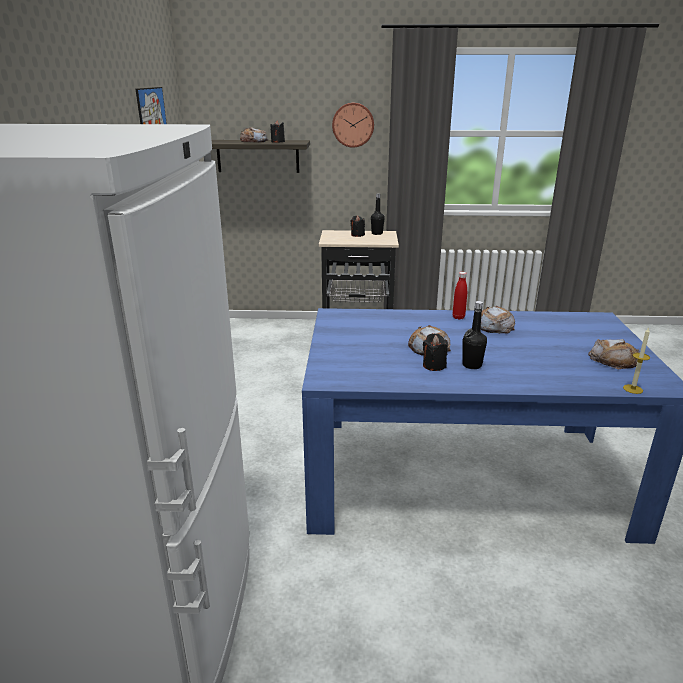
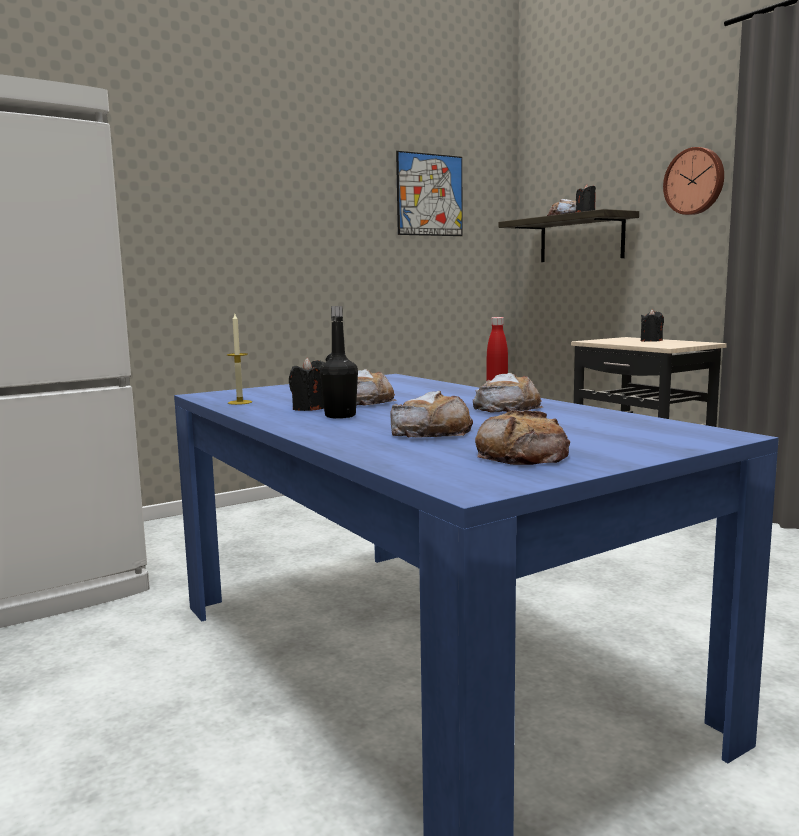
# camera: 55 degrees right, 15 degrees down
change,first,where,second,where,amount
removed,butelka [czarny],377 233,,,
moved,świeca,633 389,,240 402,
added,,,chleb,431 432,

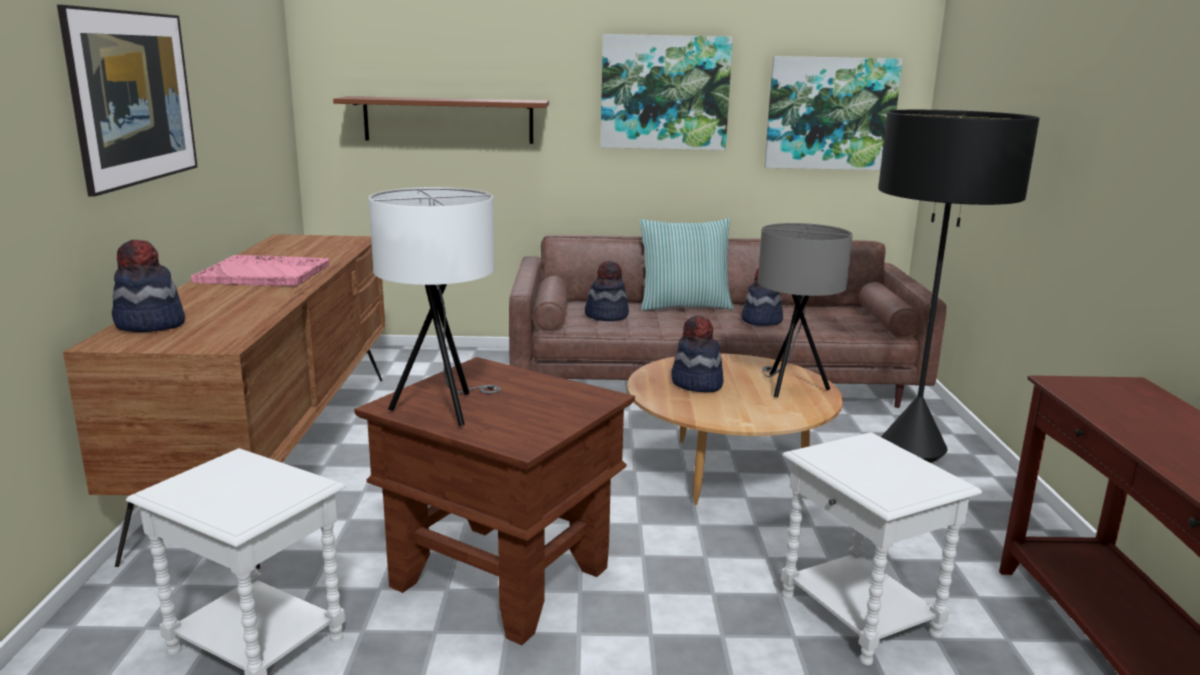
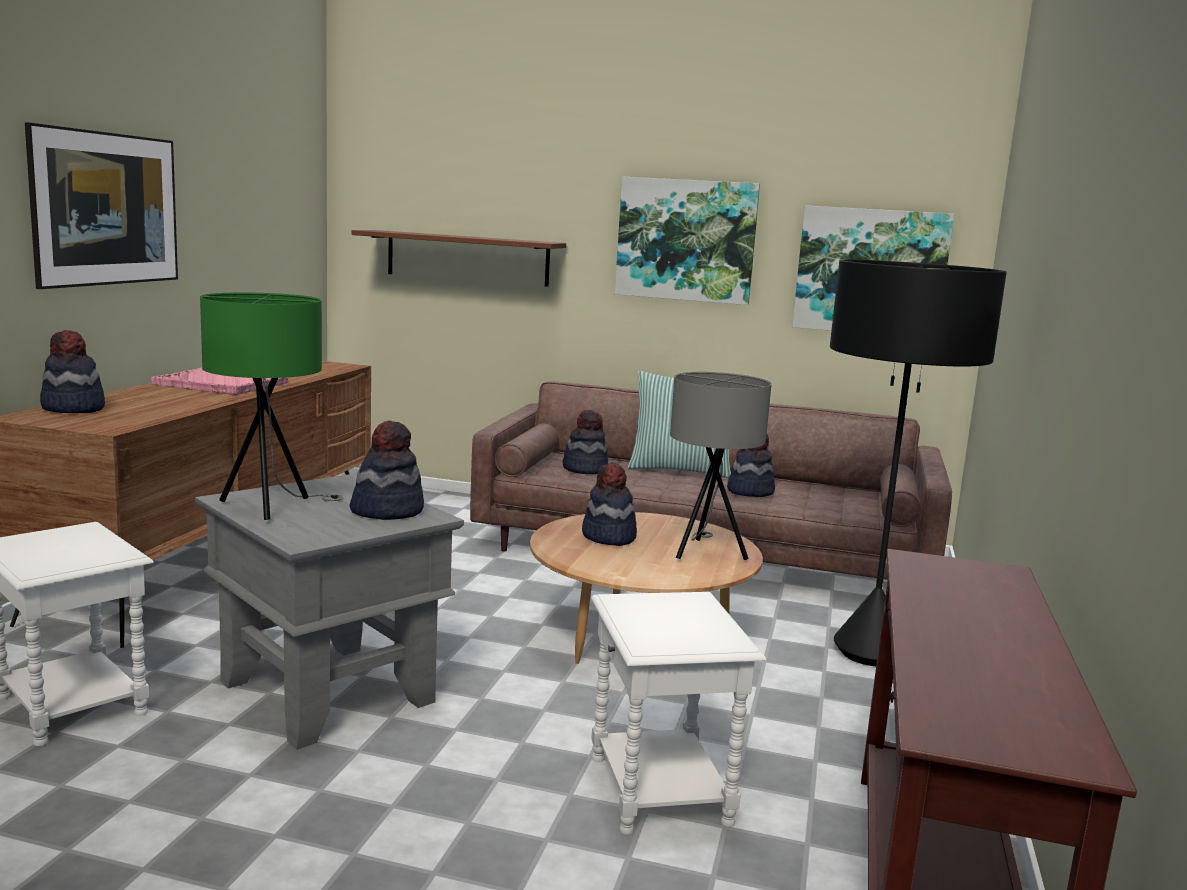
# camera: 15 degrees right, 5 degrees down
change,first,where,second,where,amount
recoloured,lampa stołowa [biały],444 409,lampa stołowa [zielony],270 507,
recoloured,stolik [brązowy],500 576,stolik [szary],328 691,
added,,,kapelusz,387 510,

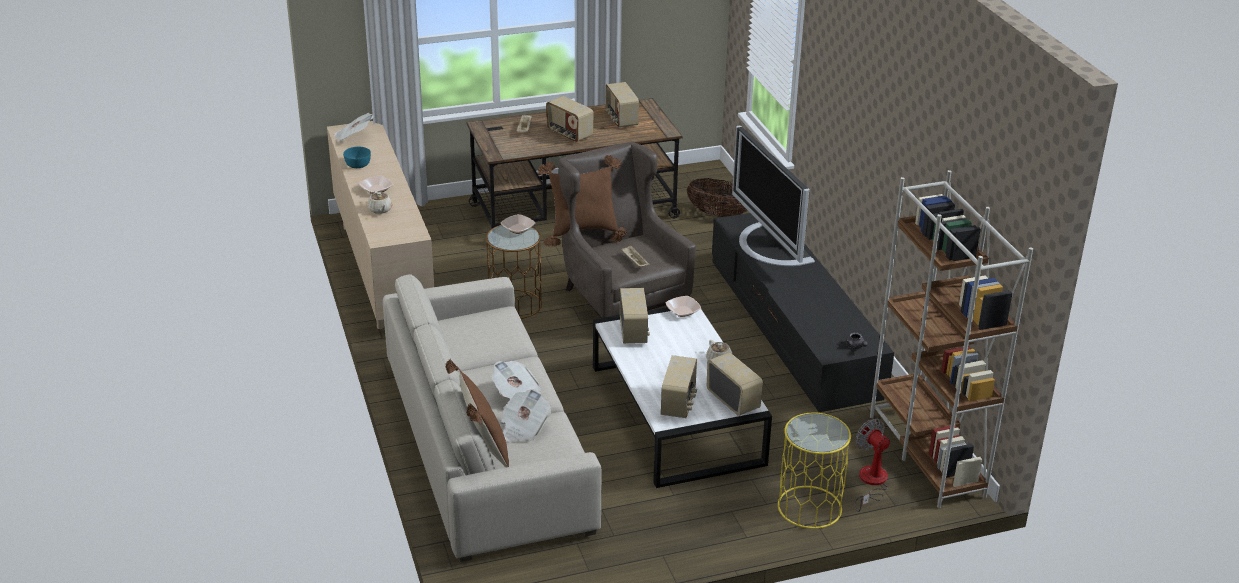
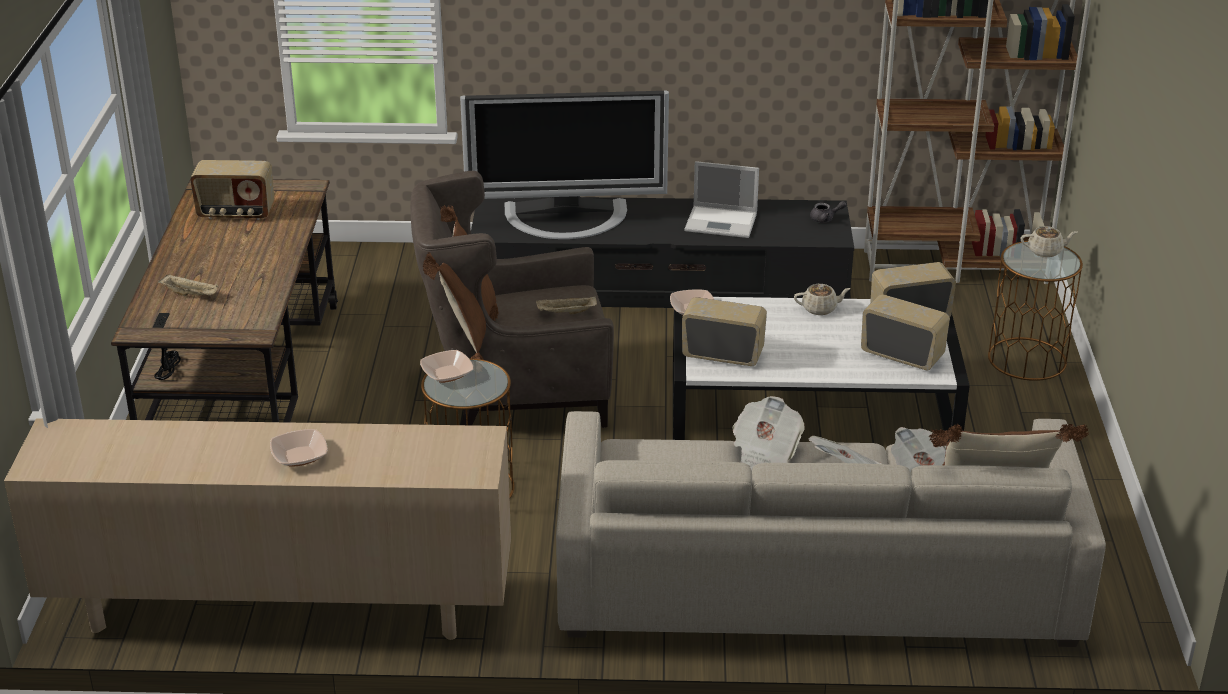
# camera: 70 degrees left, 0 degrees up
change,first,where,second,where,amount
removed,radio,569 134,,,
moved,gazeta,353 137,,765 452,
removed,miska [turkusowy],357 164,,,
removed,koszyk,718 214,,,
moved,imbryk [beżowy],380 210,,1046 251,
recoloured,stolik [żółty],809 507,stolik [brązowy],1027 359,
removed,wentylator,871 483,,,
added,,,laptop,722 222,

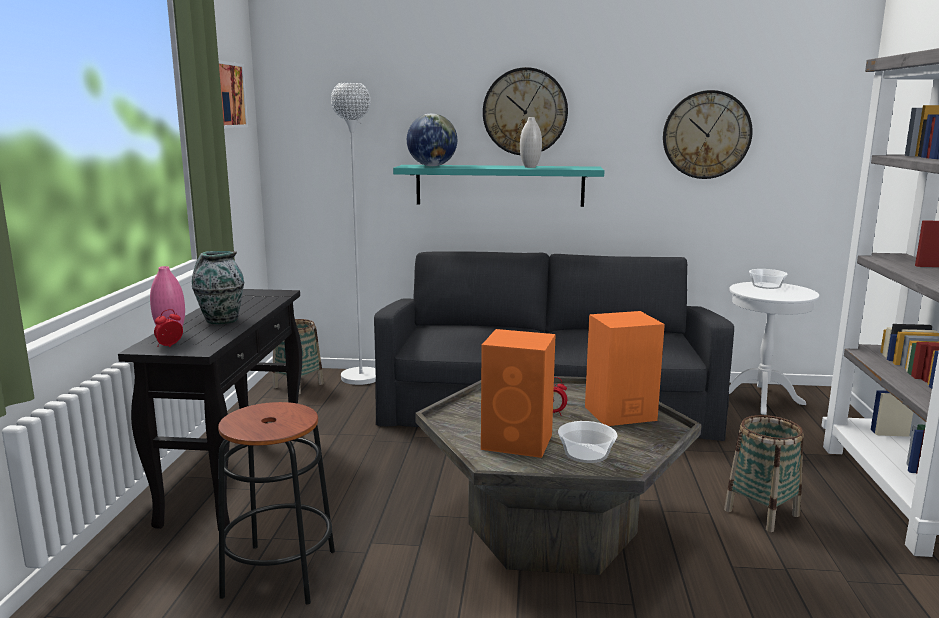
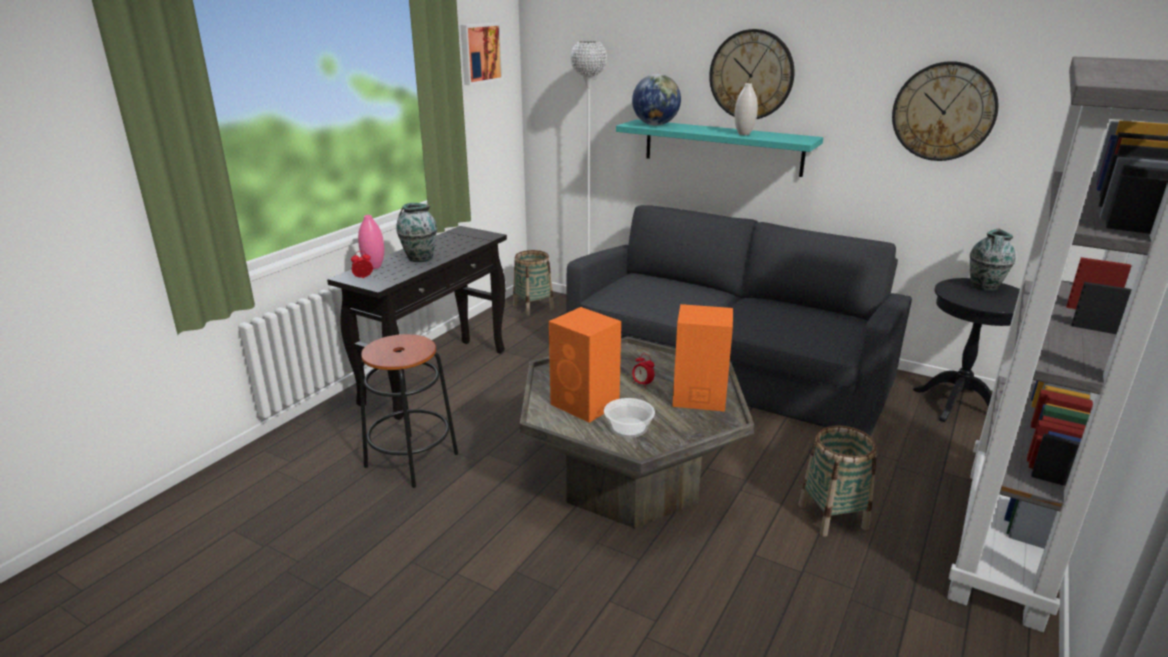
# camera: 25 degrees right, 10 degrees up
change,first,where,second,where,amount
replaced,miska,766 286,wazon,984 286,
recoloured,stolik [biały],761 399,stolik [czarny],957 404,

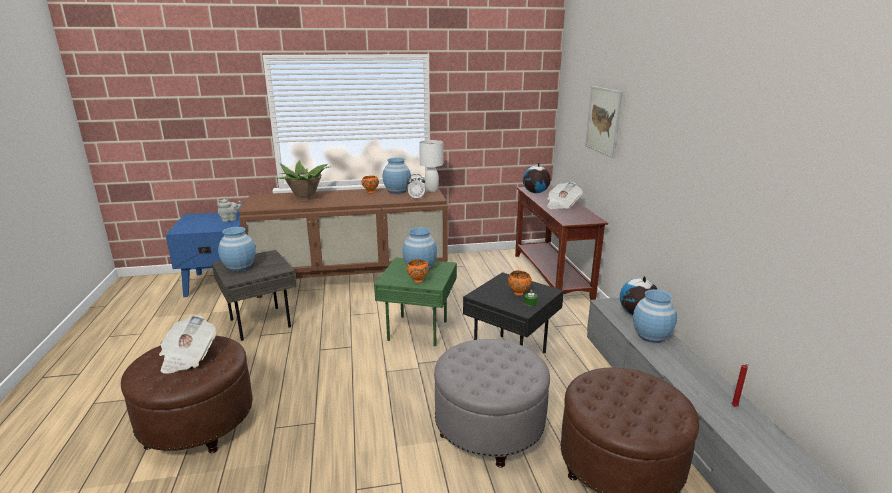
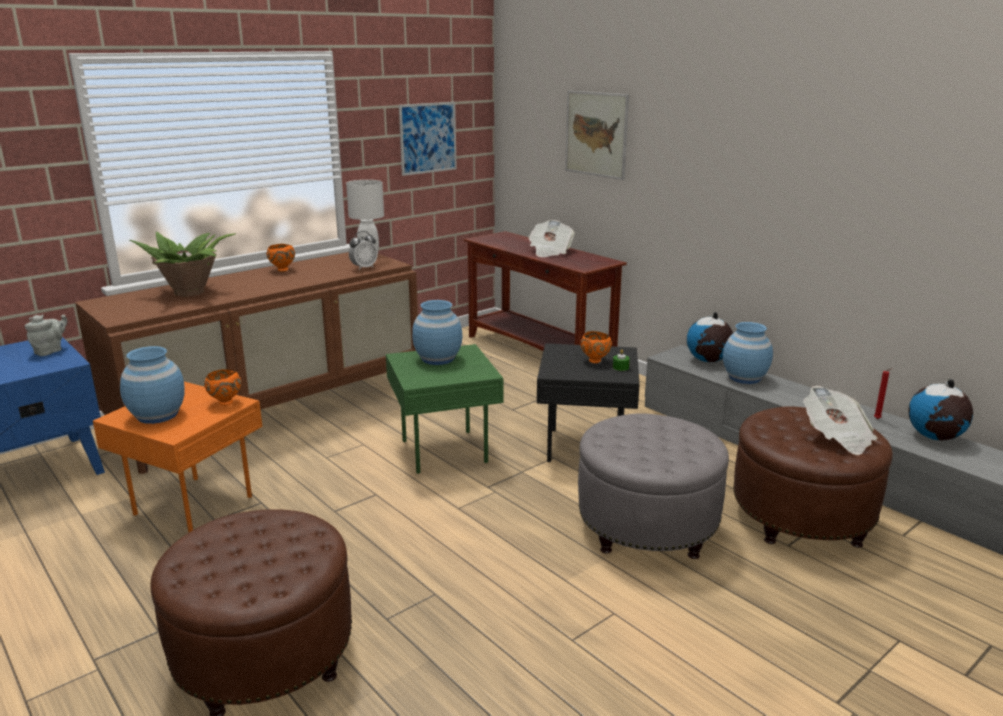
# camera: 30 degrees left, 0 degrees up
change,first,where,second,where,amount
removed,wazon [niebieski],397 191,,,
moved,globus,535 192,,935 437,
recoloured,stolik [szary],261 322,stolik [pomarańczowy],194 503,
moved,miska [pomarańczowy],417 281,,225 403,
moved,gazeta,188 357,,837 438,
added,,,obraz,428 138,

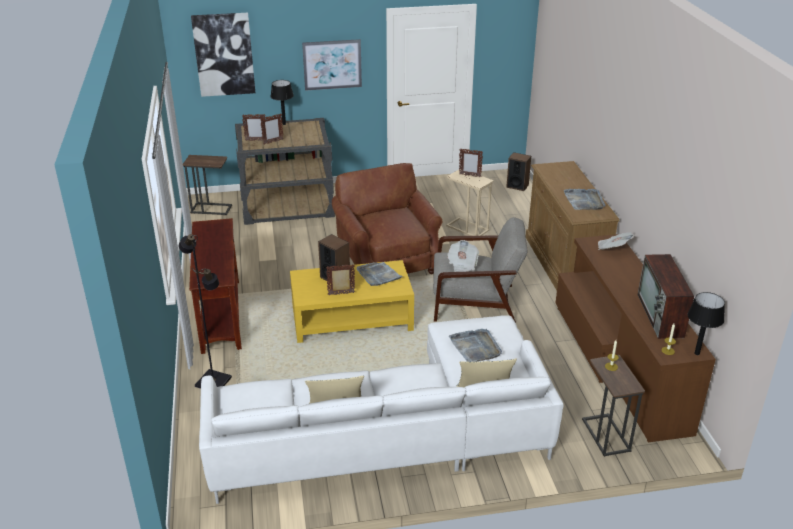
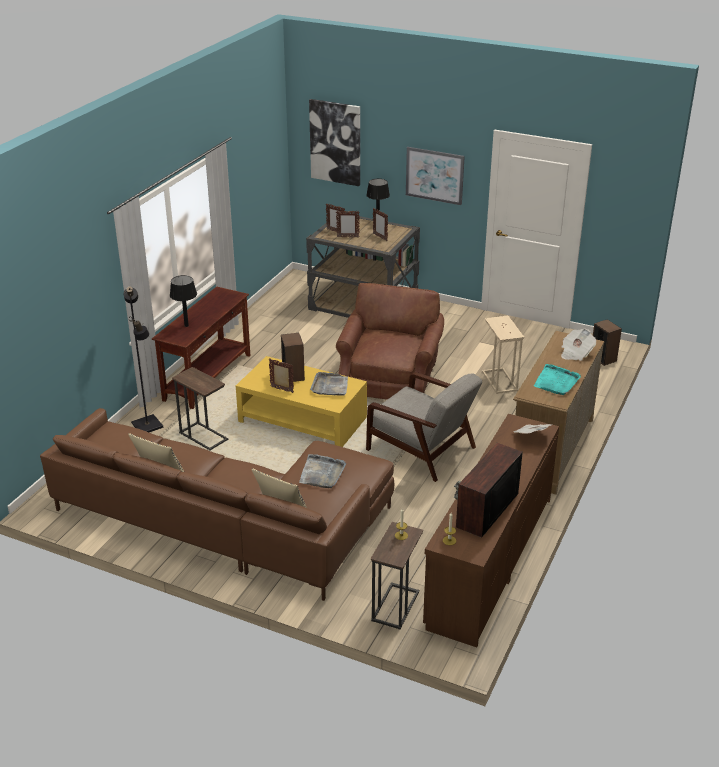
# camera: 35 degrees right, 0 degrees up
change,first,where,second,where,amount
moved,ramka na zdjęcie,469 175,,380 237,
moved,stolik [brązowy],211 209,,203 436,
recoloured,taca [szary],584 201,taca [turkusowy],556 382,
moved,gazeta,462 265,,575 353,
moved,lampa stołowa [czarny],697 353,,186 326,
recoloured,kanapa [biały],395 434,kanapa [brązowy],228 523,

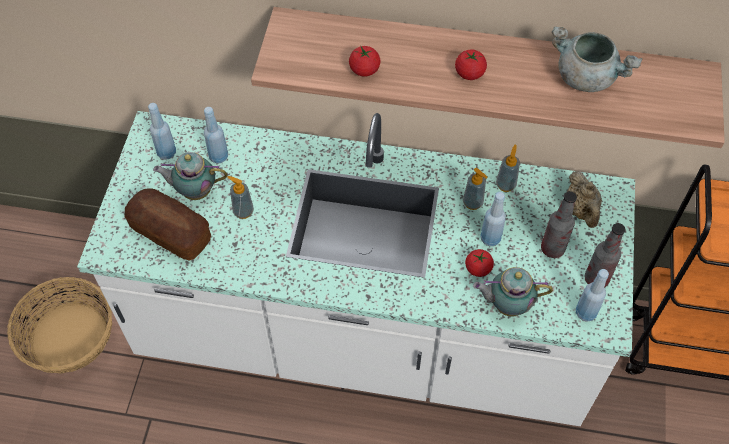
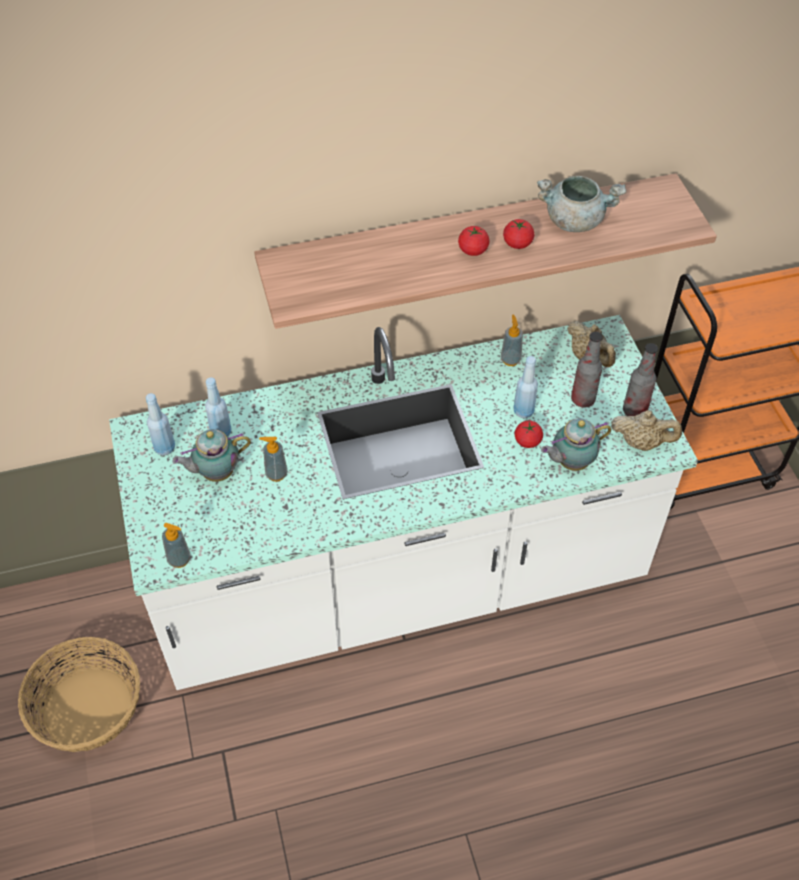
# camera: 25 degrees left, 5 degrees down
change,first,where,second,where,amount
moved,pomidor,364 70,,517 243,
moved,dozownik mydła,473 203,,179 559,
removed,chleb,170 233,,,
replaced,butelka [niebieski],586 313,imbryk [beżowy],642 442,

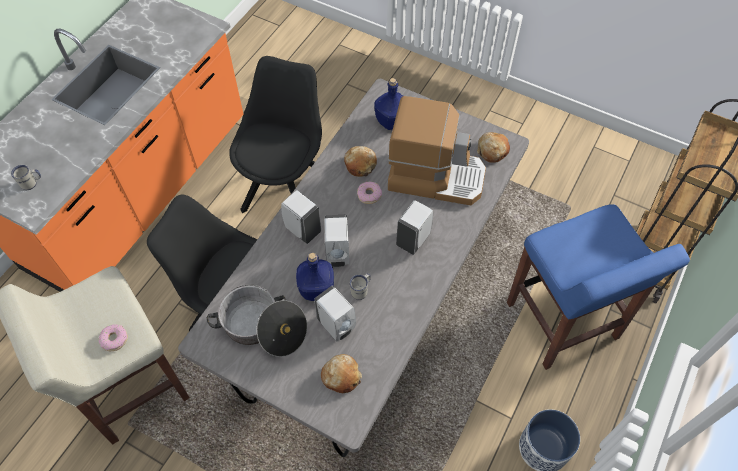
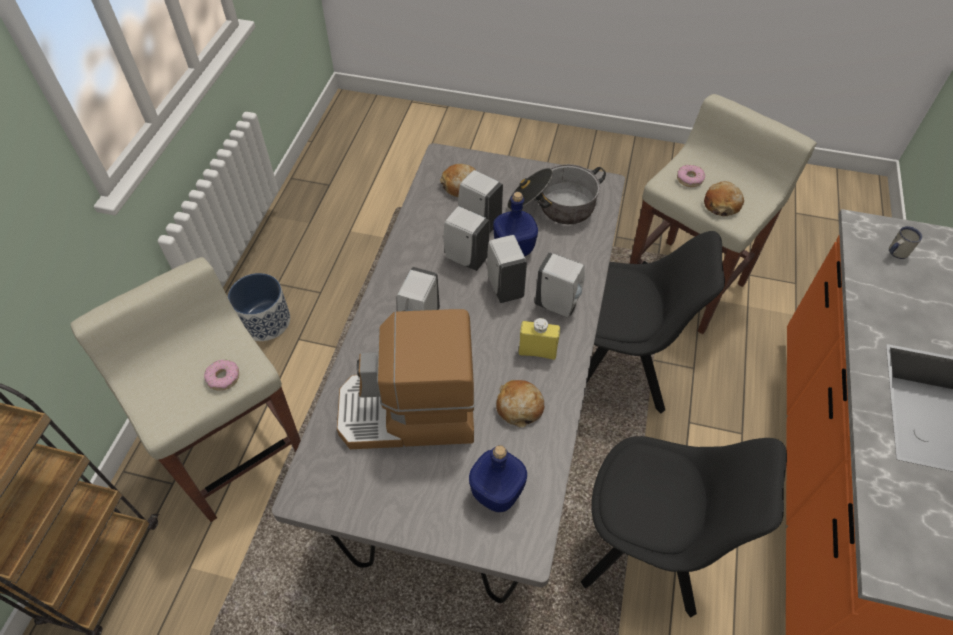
# camera: 165 degrees right, 5 degrees down
change,first,where,second,where,amount
turned,krzesło [czarny],286 191,,647 552,75 degrees counterclockwise
moved,chleb,492 150,,721 204,
moved,donut,369 195,,223 377,
recoloured,stołek [niebieski],562 322,stołek [beżowy],236 452,
replaced,kubek [biały],361 290,dozownik mydła [biały],465 258,
added,,,butelka [żółty],537 351,

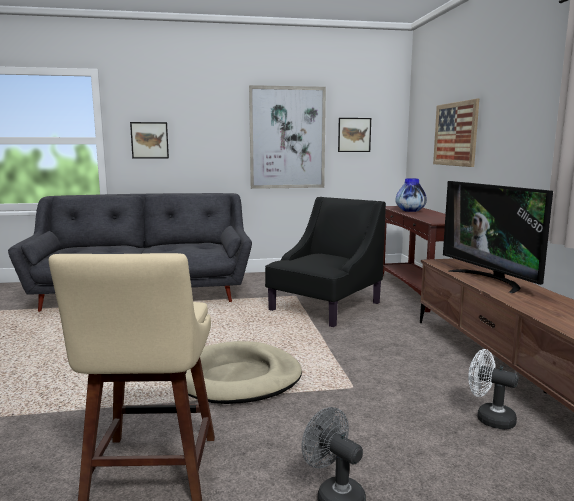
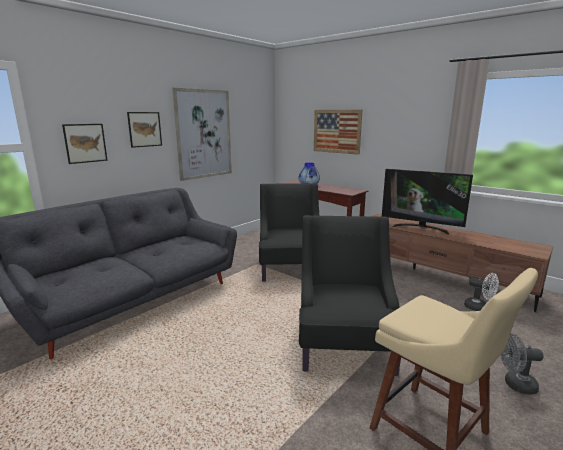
# camera: 40 degrees left, 5 degrees up
change,first,where,second,where,amount
moved,obraz,354 135,,144 129,
replaced,legowisko [beżowy],237 378,fotel [czarny],344 341,
turned,wentylator [biały],489 418,,479 308,135 degrees counterclockwise

